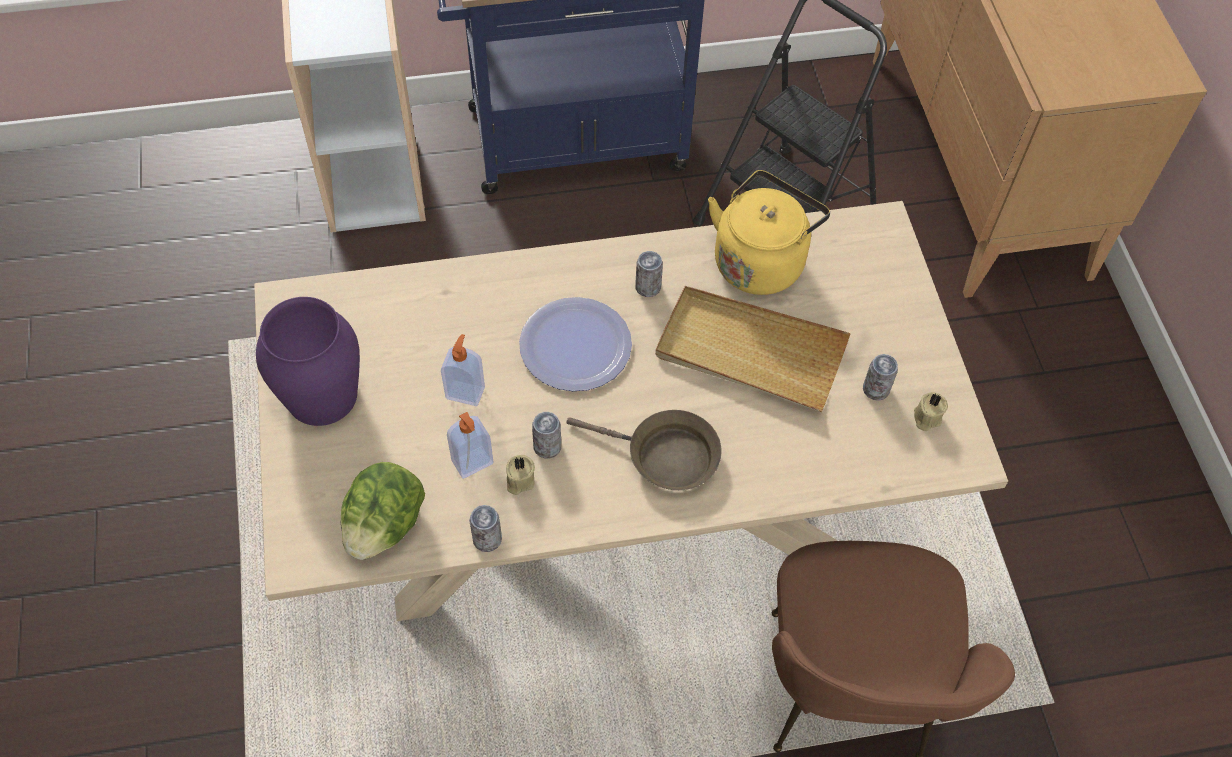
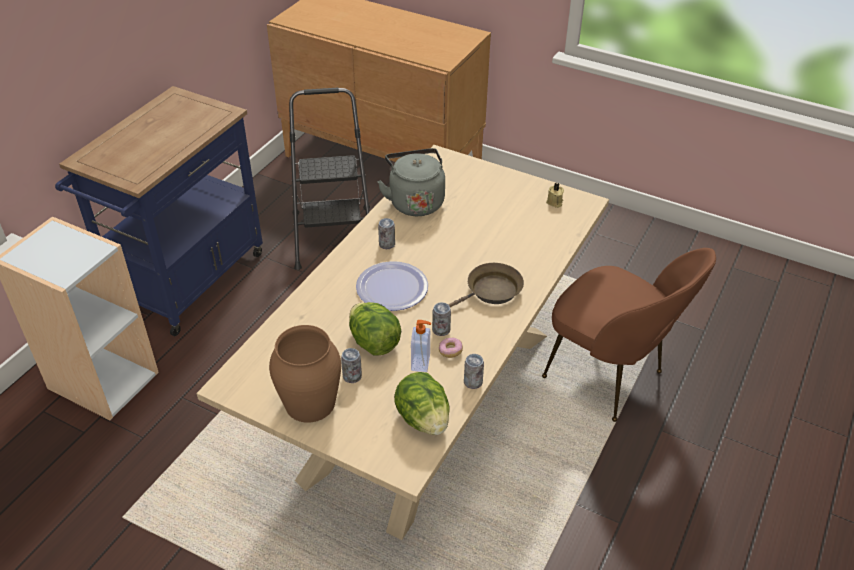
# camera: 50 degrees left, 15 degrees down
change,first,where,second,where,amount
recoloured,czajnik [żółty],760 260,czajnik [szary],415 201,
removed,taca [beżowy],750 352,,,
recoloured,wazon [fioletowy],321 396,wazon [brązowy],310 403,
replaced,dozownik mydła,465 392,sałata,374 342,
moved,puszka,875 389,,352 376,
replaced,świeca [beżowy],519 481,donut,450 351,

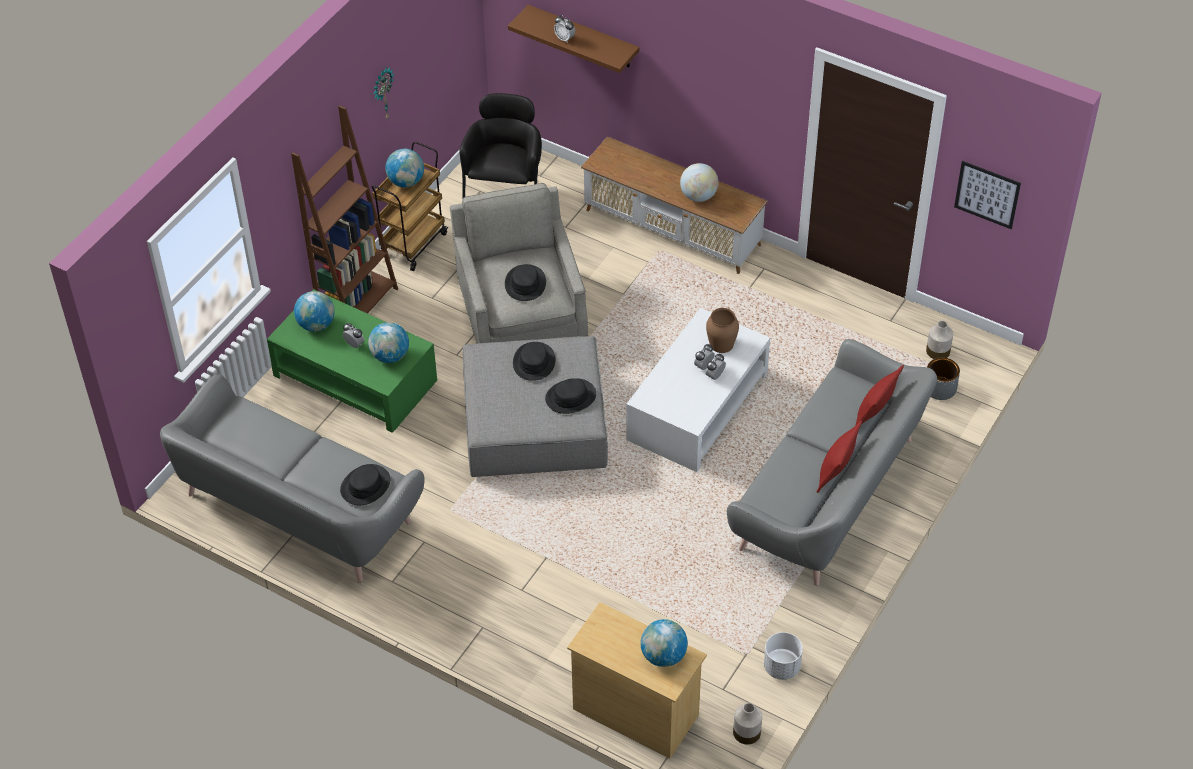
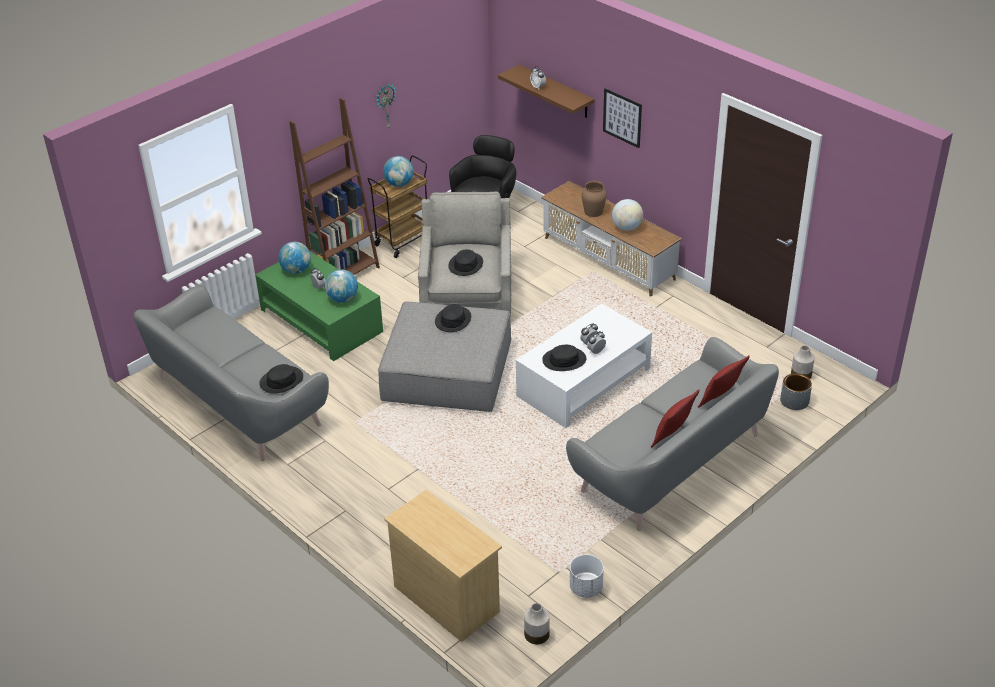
# camera: 15 degrees right, 10 degrees down
change,first,where,second,where,amount
moved,obraz,987 194,,622 118,
moved,wazon [brązowy],721 344,,593 211,
moved,kapelusz [czarny],571 397,,564 360,
removed,globus,663 656,,,

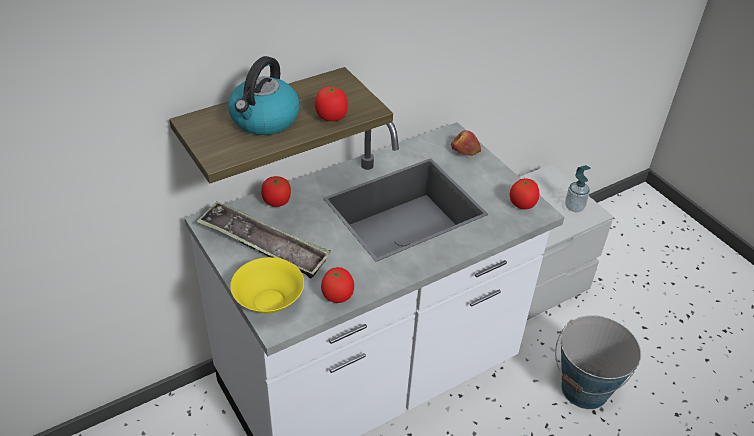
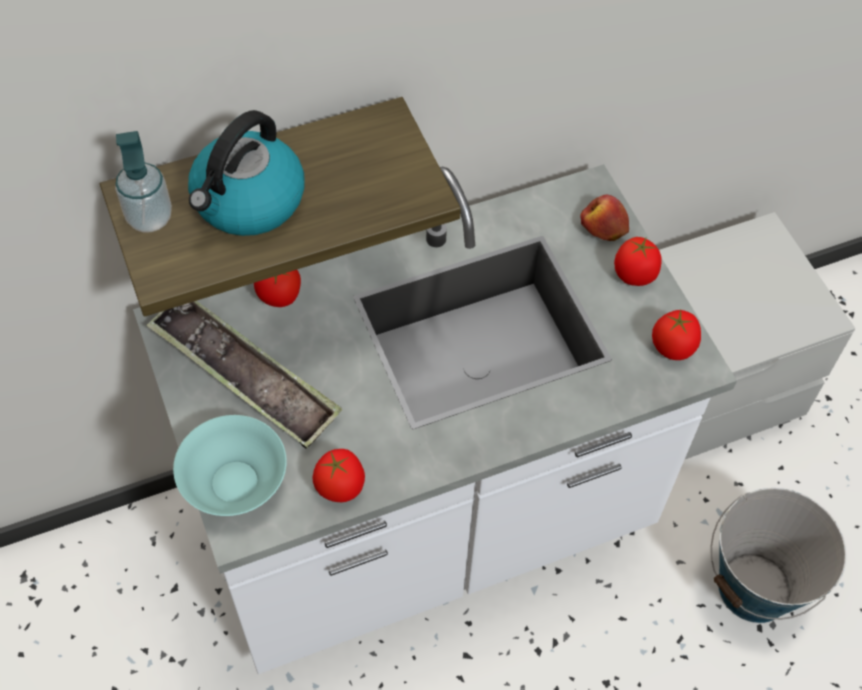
# camera: 10 degrees right, 15 degrees up
change,first,where,second,where,amount
moved,pomidor,331 117,,635 275,
moved,dozownik mydła,574 207,,149 218,
recoloured,miska [żółty],269 300,miska [turkusowy],235 481,

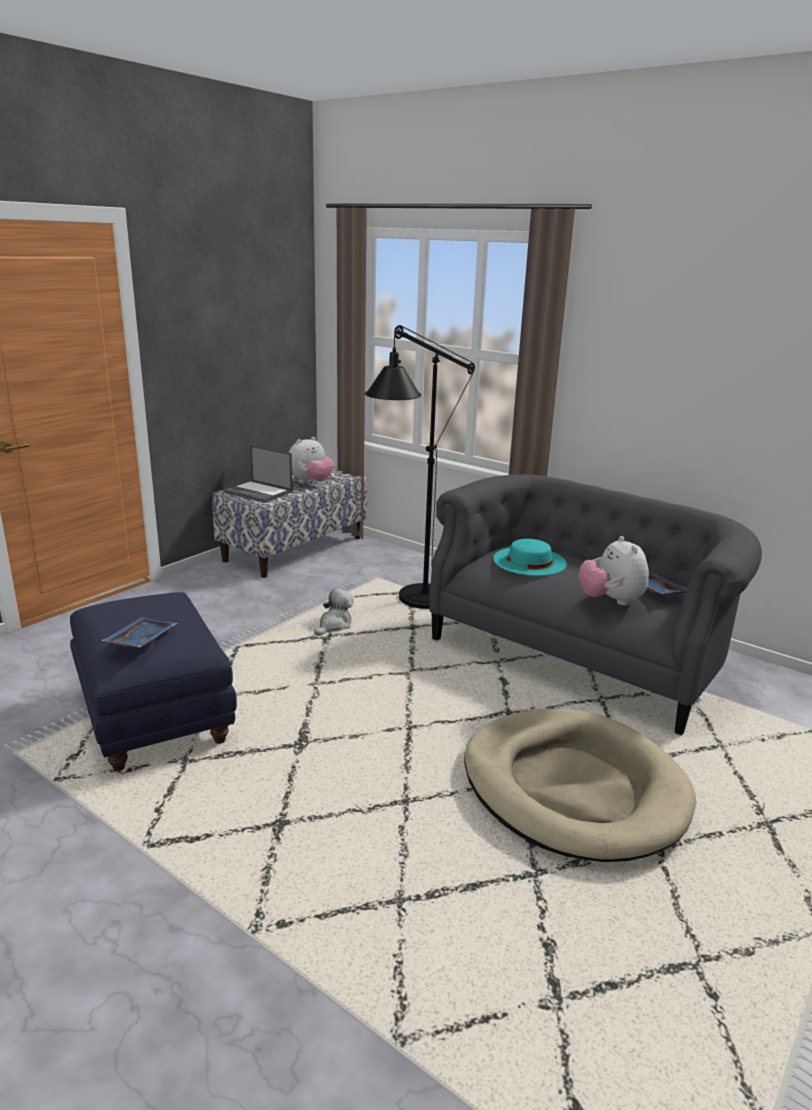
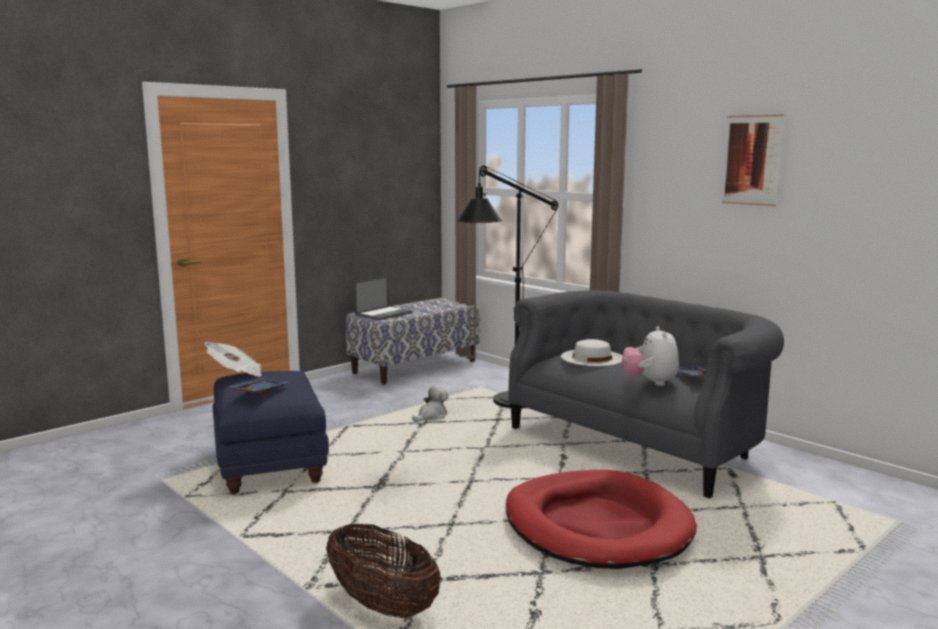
# camera: 10 degrees right, 10 degrees down
change,first,where,second,where,amount
removed,pluszak,310 482,,,
turned,laptop,259 492,,384 314,90 degrees counterclockwise
recoloured,kapelusz [turkusowy],529 561,kapelusz [biały],592 357,
recoloured,legowisko [beżowy],573 788,legowisko [czerwony],596 526,
added,,,obraz,751 160,
added,,,gazeta,236 374,
added,,,koszyk,382 605,

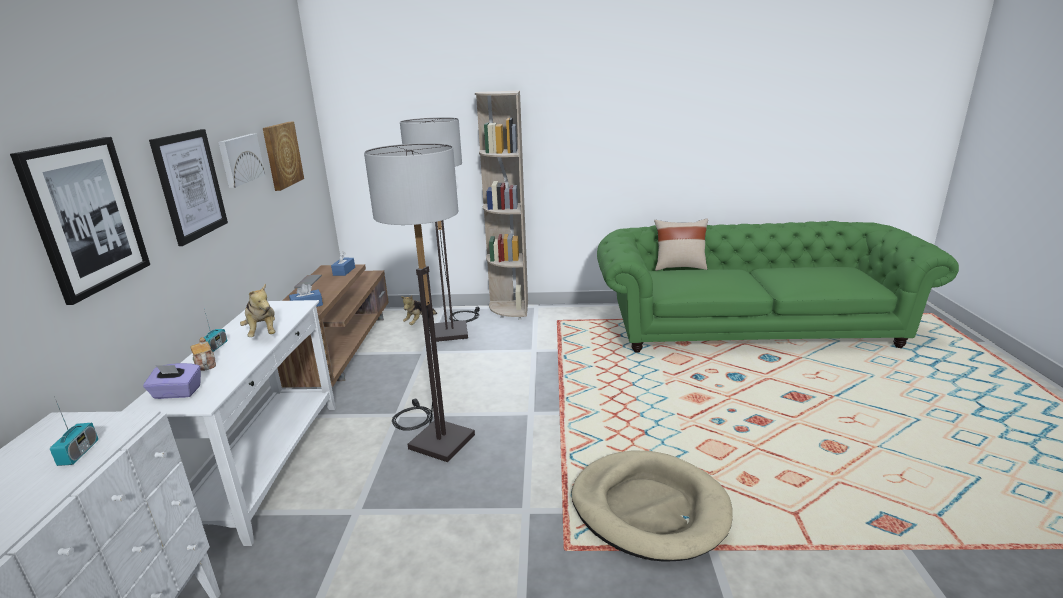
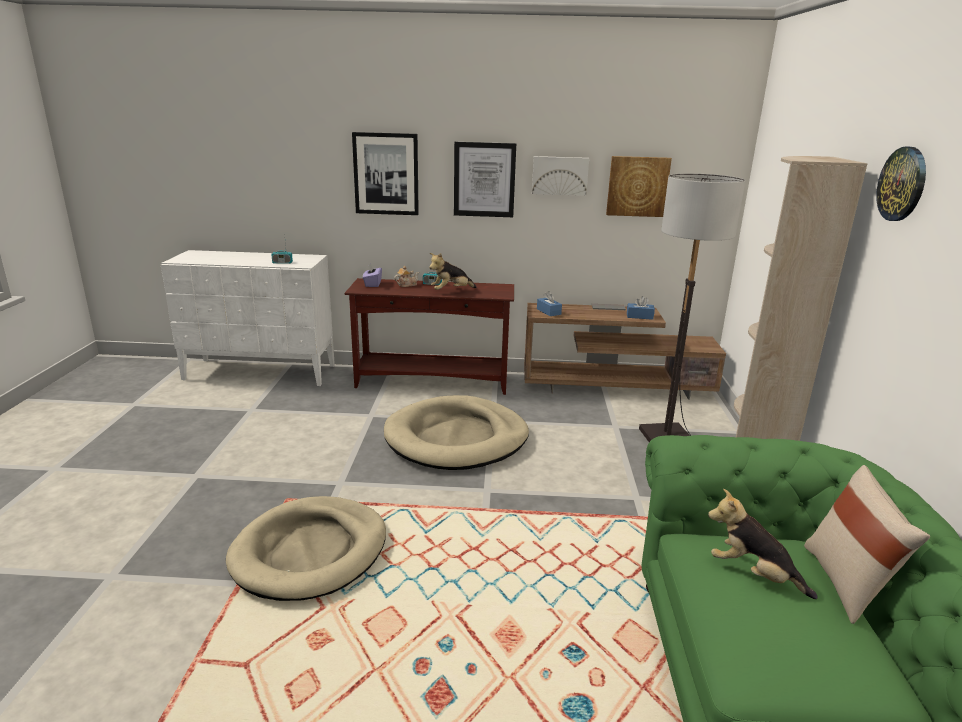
# camera: 90 degrees right, 0 degrees up
change,first,where,second,where,amount
replaced,lampa stojąca,433 435,legowisko [beżowy],456 438,
moved,pluszak,420 322,,753 574,
recoloured,stolik konsolowy [biały],267 465,stolik konsolowy [brązowy],433 381,
added,,,zegar ścienny,902 184,

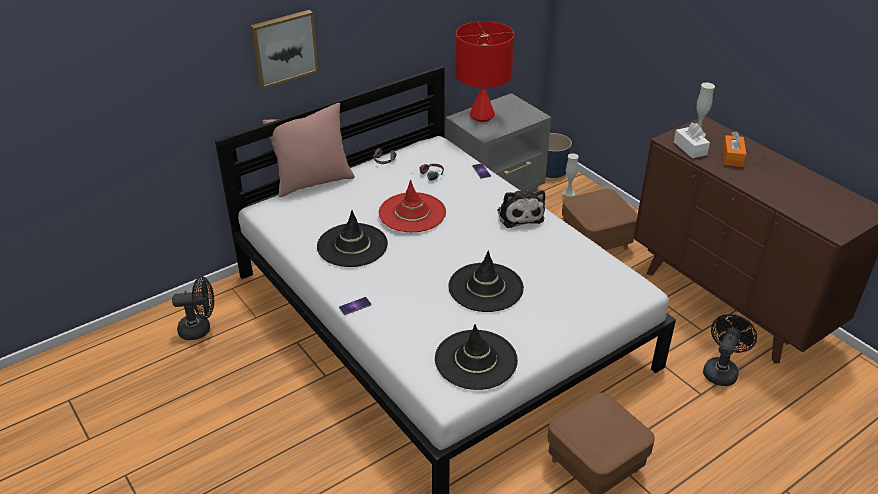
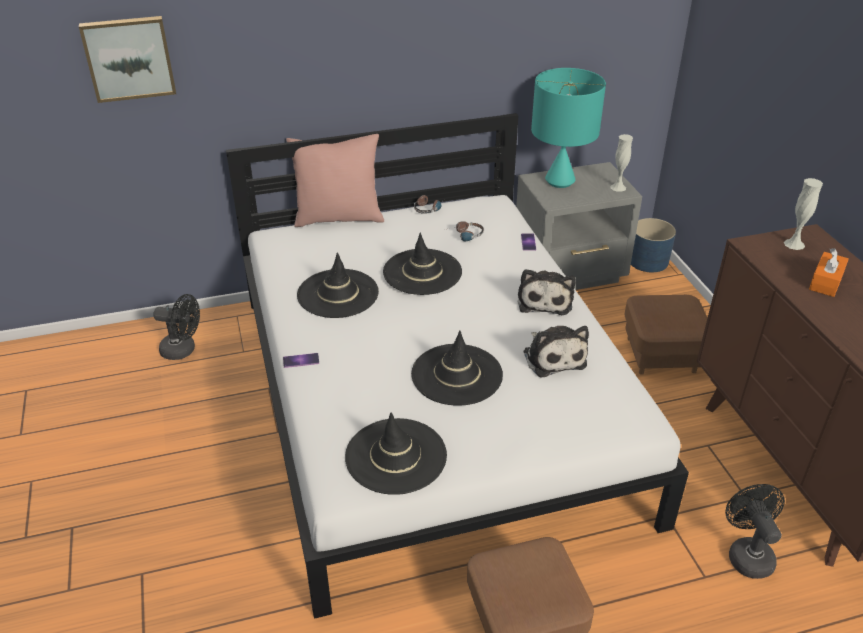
# camera: 20 degrees right, 0 degrees up
change,first,where,second,where,amount
moved,obraz,283 48,,129 58,
recoloured,lampa stołowa [czerwony],482 117,lampa stołowa [turkusowy],560 182,
removed,pudełko chusteczek [biały],690 148,,,
moved,wazon [biały],569 193,,618 187,
recoloured,kapelusz [czerwony],412 213,kapelusz [czarny],422 272,
turned,wentylator [czarny],721 370,,747 554,60 degrees counterclockwise
added,,,pluszak,553 357,

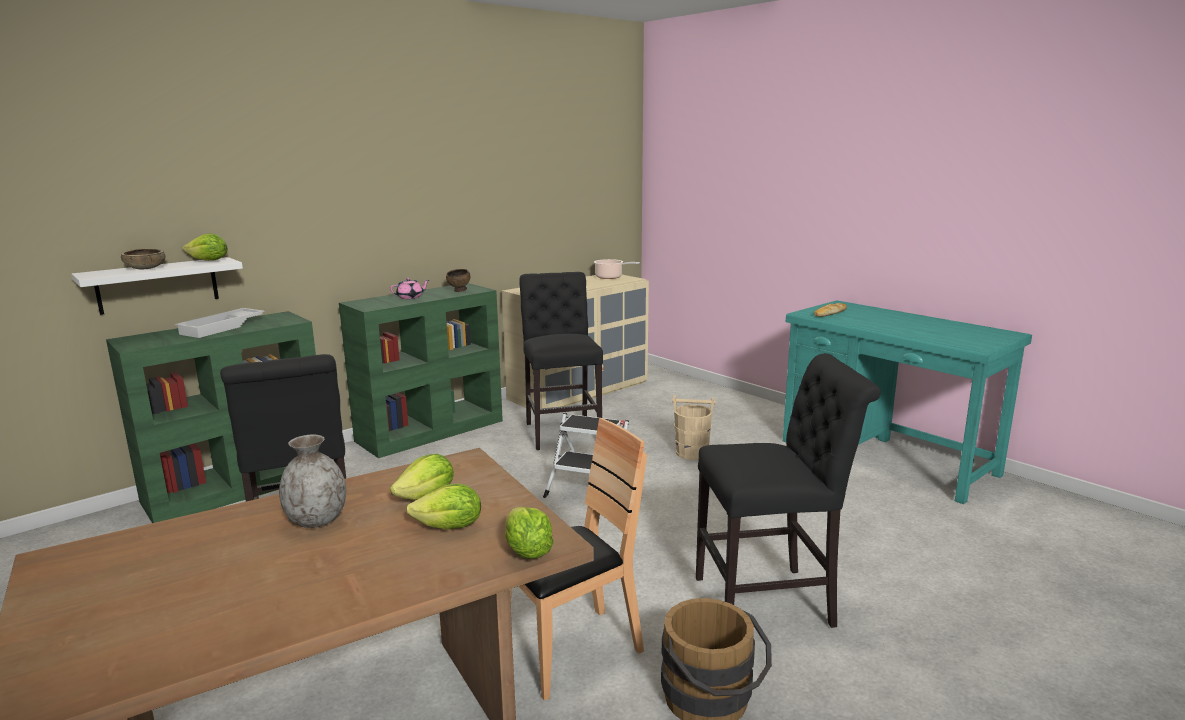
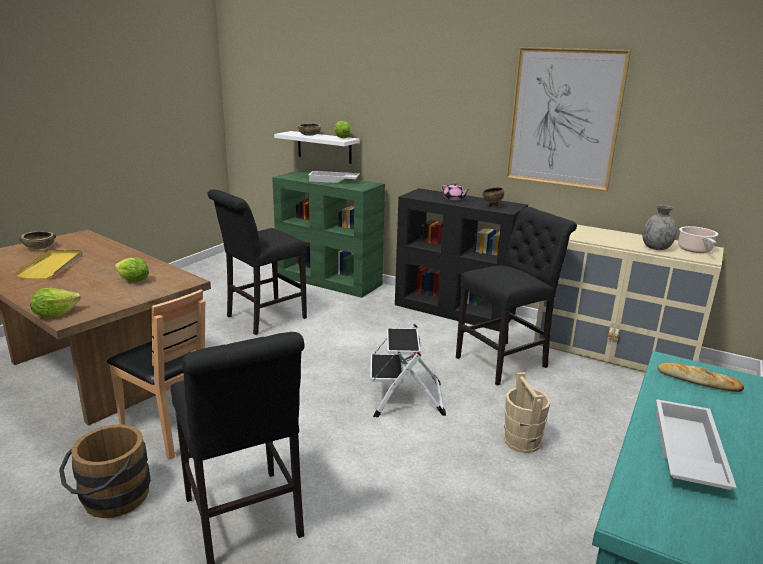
# camera: 70 degrees right, 5 degrees up
change,first,where,second,where,amount
recoloured,regał [zielony],430 430,regał [czarny],454 309,
moved,wazon [szary],316 521,,655 248,
removed,sałata,450 527,,,
added,,,obraz,564 118,
added,,,miska [brązowy],39 247,
added,,,taca [żółty],52 266,
added,,,taca [biały],685 452,

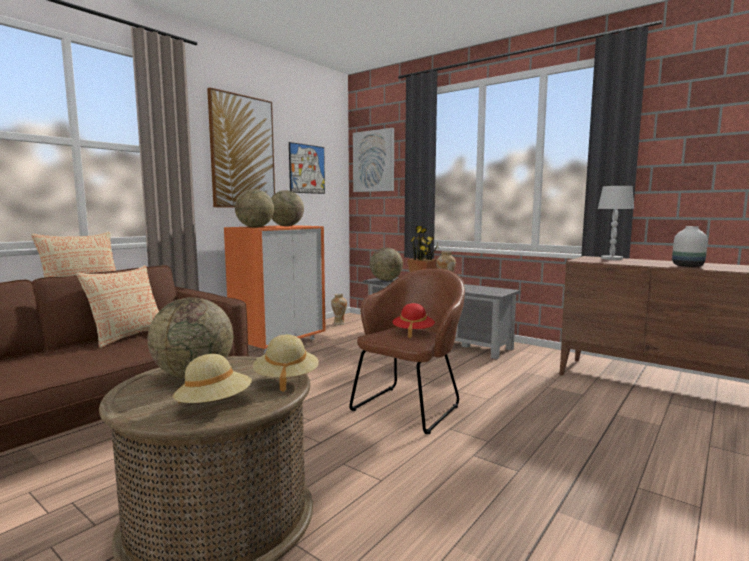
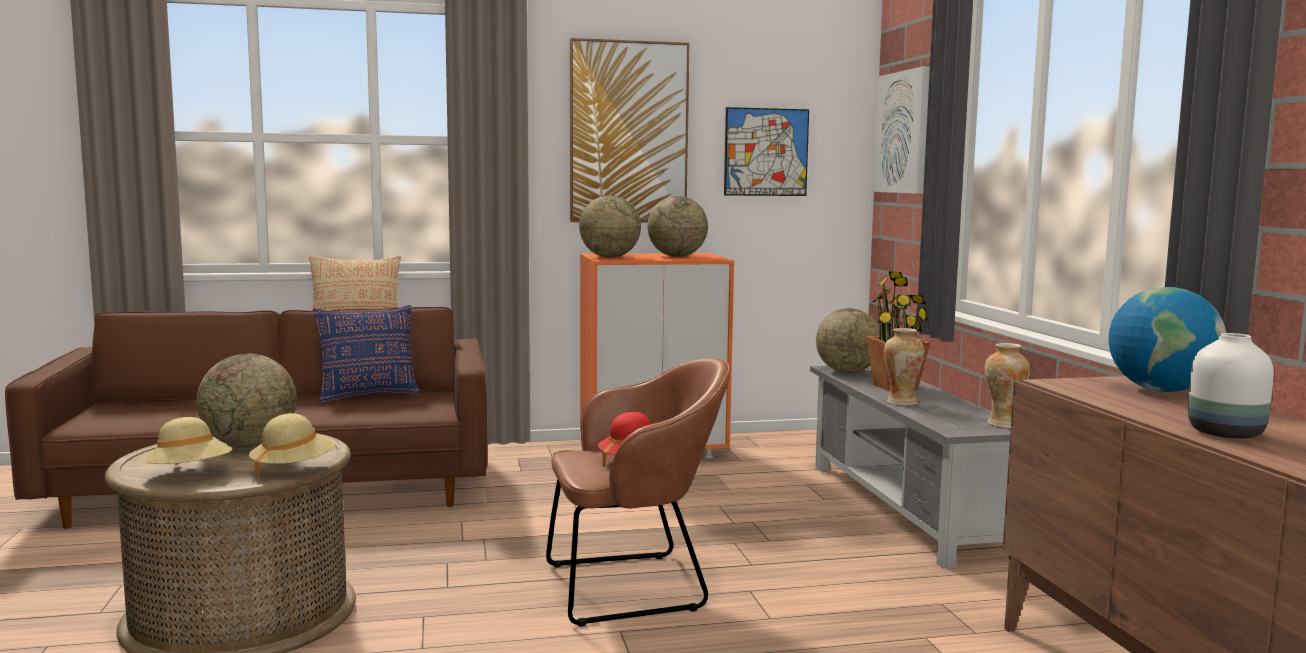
# camera: 40 degrees right, 0 degrees up
change,first,where,second,where,amount
replaced,lampa stołowa [biały],611 258,globus,1161 390,
recoloured,poduszka [beżowy],128 337,poduszka [niebieski],368 397,
moved,wazon,339 323,,1003 424,

